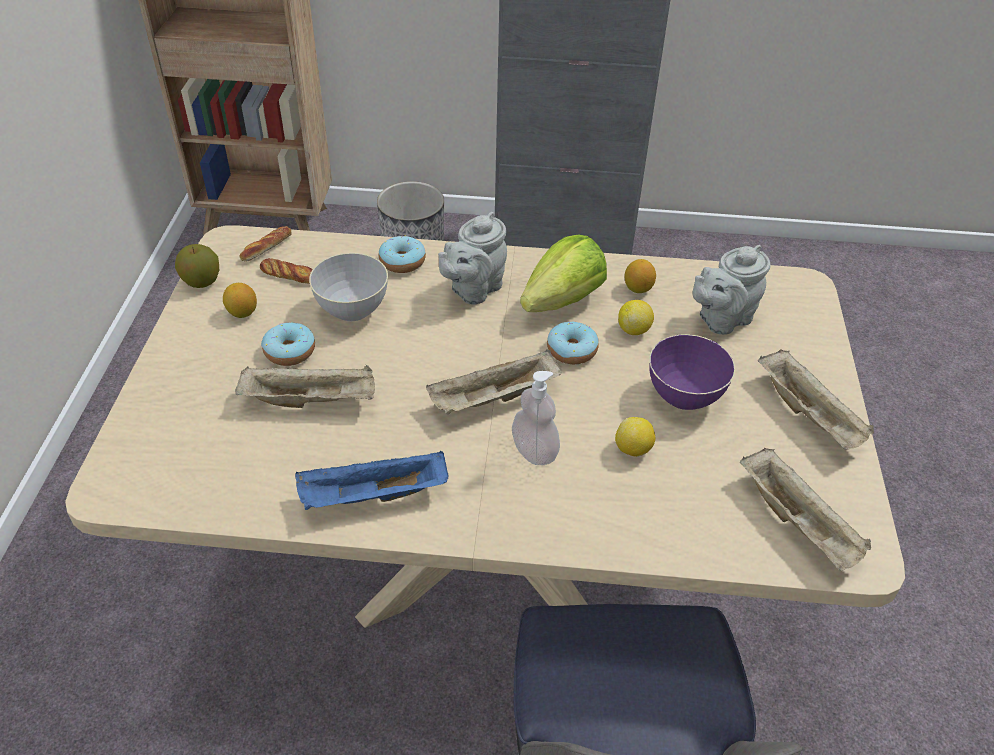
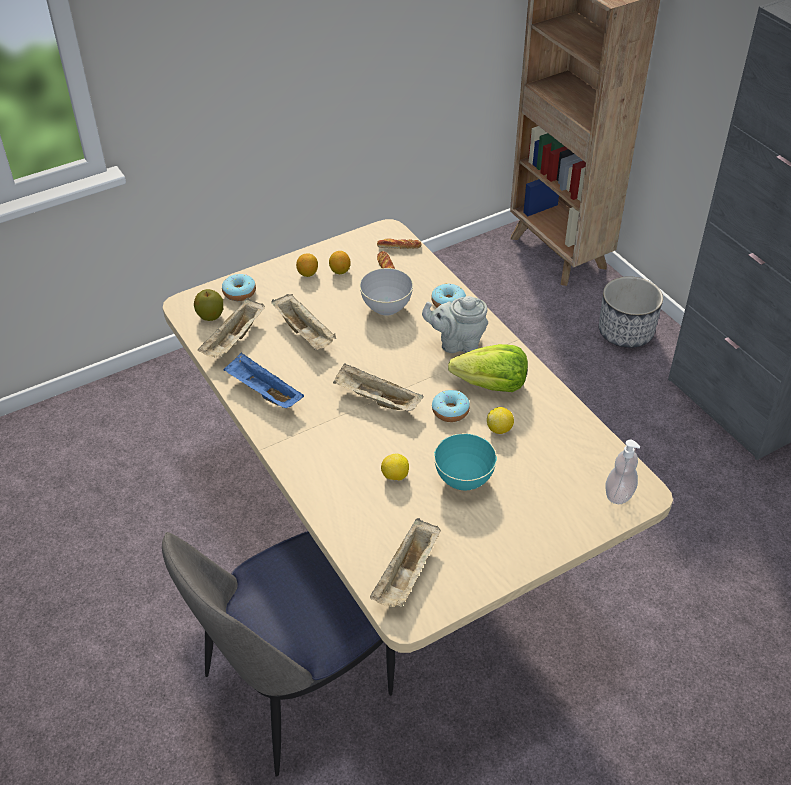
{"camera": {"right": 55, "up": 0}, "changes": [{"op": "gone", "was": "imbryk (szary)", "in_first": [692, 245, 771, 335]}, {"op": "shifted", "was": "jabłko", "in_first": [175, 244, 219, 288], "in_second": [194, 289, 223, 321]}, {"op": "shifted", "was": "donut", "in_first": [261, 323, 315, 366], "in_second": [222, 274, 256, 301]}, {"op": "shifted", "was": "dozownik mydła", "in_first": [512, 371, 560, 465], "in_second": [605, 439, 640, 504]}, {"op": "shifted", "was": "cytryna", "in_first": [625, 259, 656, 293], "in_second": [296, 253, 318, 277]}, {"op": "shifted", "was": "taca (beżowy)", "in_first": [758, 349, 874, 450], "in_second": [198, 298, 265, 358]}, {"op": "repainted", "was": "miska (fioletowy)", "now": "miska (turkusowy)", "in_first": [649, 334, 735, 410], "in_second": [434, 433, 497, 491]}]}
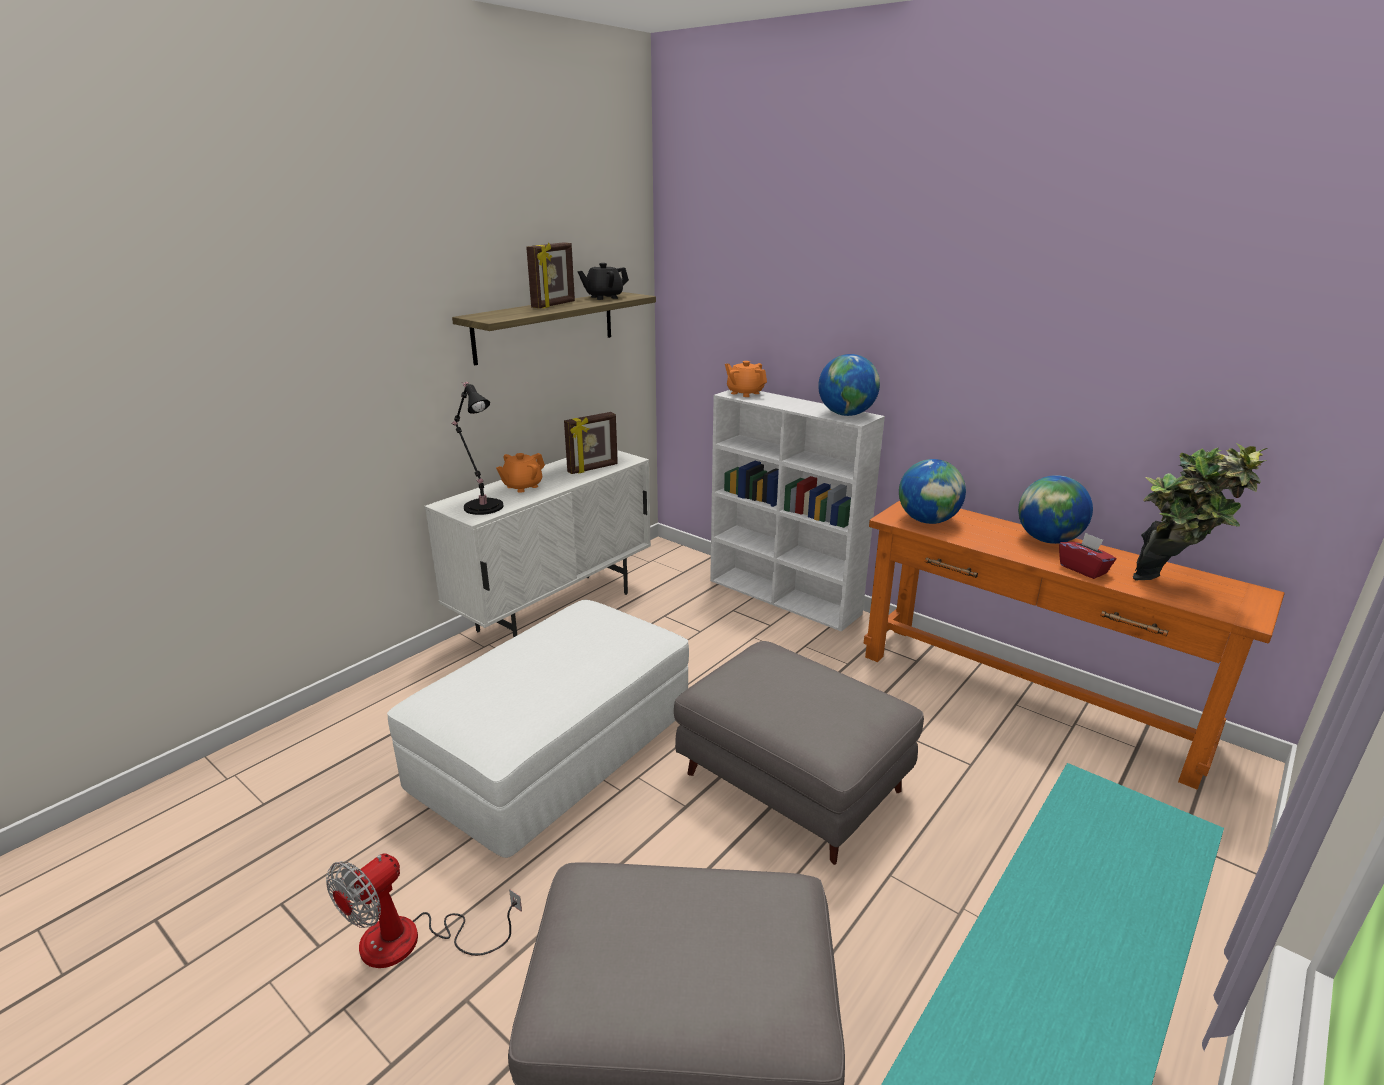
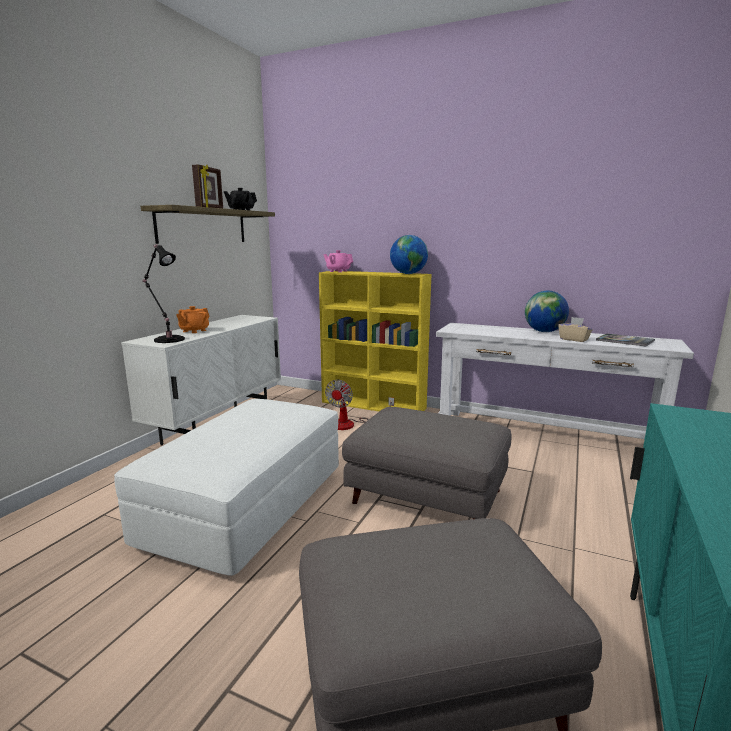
{"camera": {"right": -15, "up": -10}, "changes": [{"op": "gone", "was": "ramka na zdjęcie", "in_first": [564, 412, 618, 474]}, {"op": "gone", "was": "globus", "in_first": [899, 459, 966, 524]}, {"op": "shifted", "was": "wentylator", "in_first": [326, 853, 522, 968], "in_second": [325, 379, 394, 430]}, {"op": "swapped", "was": "roślina doniczkowa", "now": "książka", "in_first": [1133, 443, 1268, 580], "in_second": [596, 334, 655, 346]}, {"op": "repainted", "was": "regał (biały)", "now": "regał (żółty)", "in_first": [710, 390, 885, 631], "in_second": [319, 271, 431, 411]}, {"op": "repainted", "was": "imbryk (pomarańczowy)", "now": "imbryk (różowy)", "in_first": [725, 361, 767, 397], "in_second": [323, 250, 353, 272]}, {"op": "repainted", "was": "stolik konsolowy (pomarańczowy)", "now": "stolik konsolowy (biały)", "in_first": [864, 500, 1285, 789], "in_second": [436, 323, 694, 440]}, {"op": "repainted", "was": "pudełko chusteczek (czerwony)", "now": "pudełko chusteczek (beżowy)", "in_first": [1059, 532, 1116, 579], "in_second": [558, 317, 593, 342]}]}
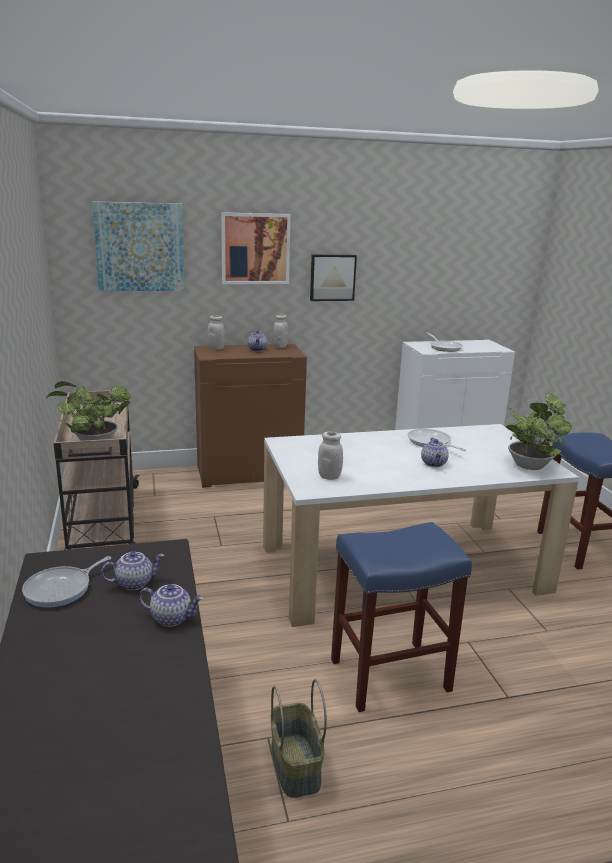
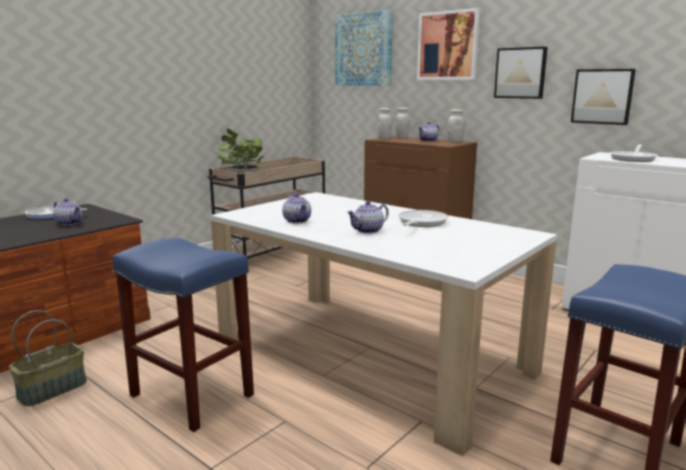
{"camera": {"right": 55, "up": -5}, "changes": [{"op": "gone", "was": "roślina doniczkowa", "in_first": [506, 393, 572, 470]}, {"op": "new", "now": "obraz", "in_second": [571, 69, 636, 125]}, {"op": "shifted", "was": "imbryk", "in_first": [139, 584, 203, 627], "in_second": [282, 193, 311, 224]}, {"op": "shifted", "was": "słoik (biały)", "in_first": [318, 432, 343, 480], "in_second": [377, 108, 392, 139]}]}
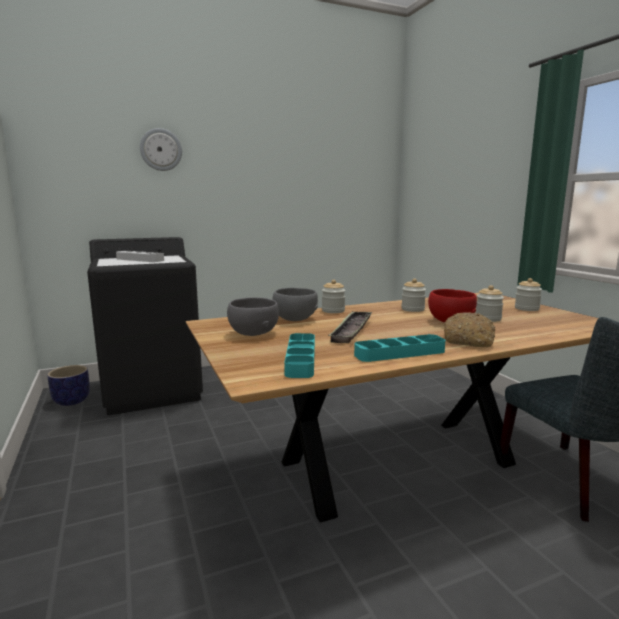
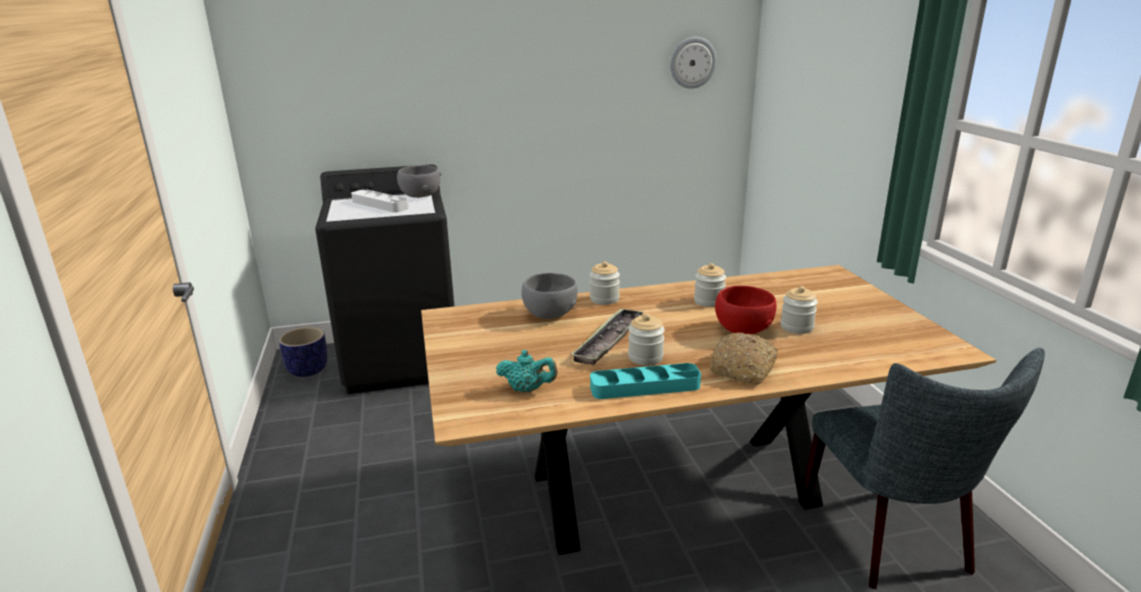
{"camera": {"right": 10, "up": 10}, "changes": [{"op": "shifted", "was": "zegar ścienny", "in_first": [140, 128, 182, 171], "in_second": [670, 37, 717, 89]}, {"op": "shifted", "was": "miska (szary)", "in_first": [227, 297, 279, 336], "in_second": [397, 165, 441, 198]}, {"op": "shifted", "was": "słoik", "in_first": [515, 278, 542, 311], "in_second": [628, 314, 665, 365]}, {"op": "swapped", "was": "taca (turkusowy)", "now": "imbryk (turkusowy)", "in_first": [284, 333, 315, 378], "in_second": [496, 350, 558, 392]}]}
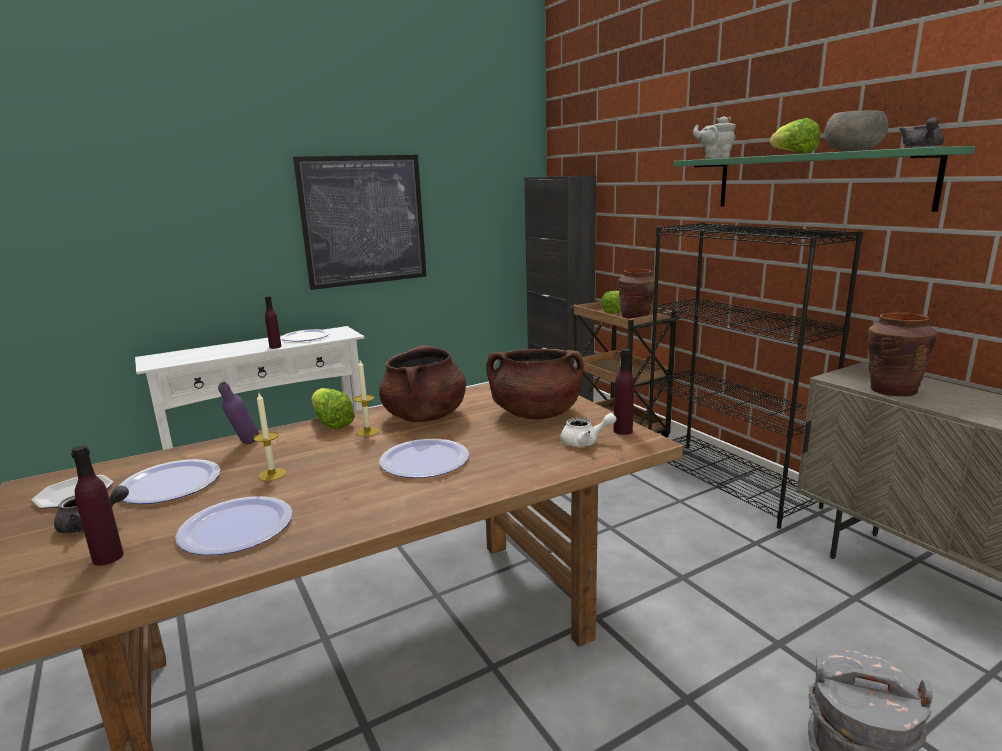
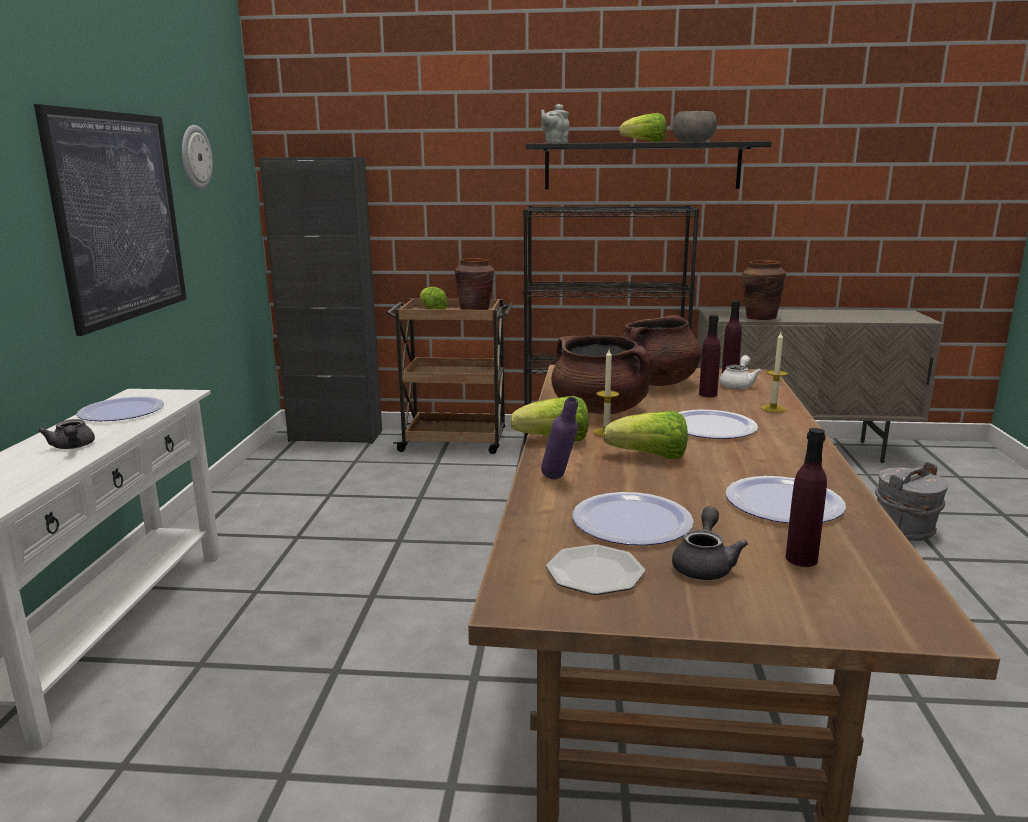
{"camera": {"right": -55, "up": 0}, "changes": [{"op": "new", "now": "zegar ścienny", "in_second": [182, 125, 213, 190]}, {"op": "new", "now": "sałata", "in_second": [603, 411, 688, 459]}, {"op": "shifted", "was": "świeca", "in_first": [254, 393, 286, 481], "in_second": [761, 332, 788, 413]}, {"op": "shifted", "was": "butelka (fioletowy)", "in_first": [265, 296, 282, 349], "in_second": [699, 315, 721, 397]}, {"op": "shifted", "was": "imbryk (szary)", "in_first": [899, 117, 944, 148], "in_second": [38, 419, 95, 449]}, {"op": "repainted", "was": "półka (zielony)", "now": "półka (czarny)", "in_first": [673, 146, 975, 212], "in_second": [526, 141, 771, 190]}]}
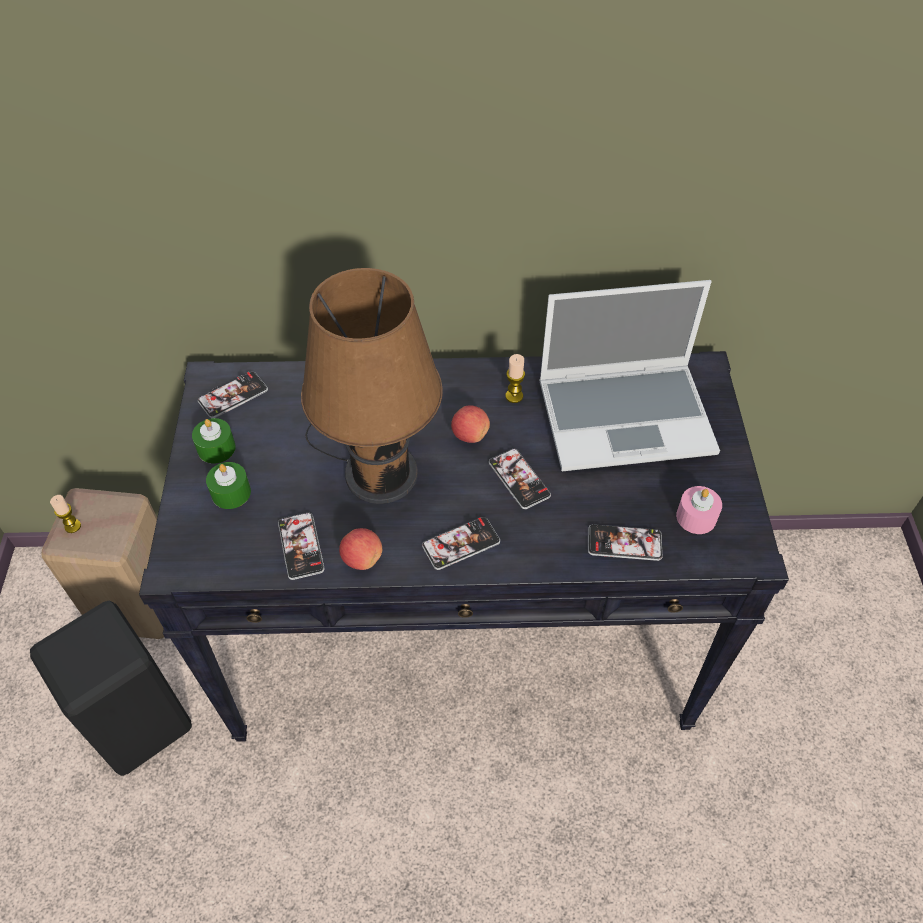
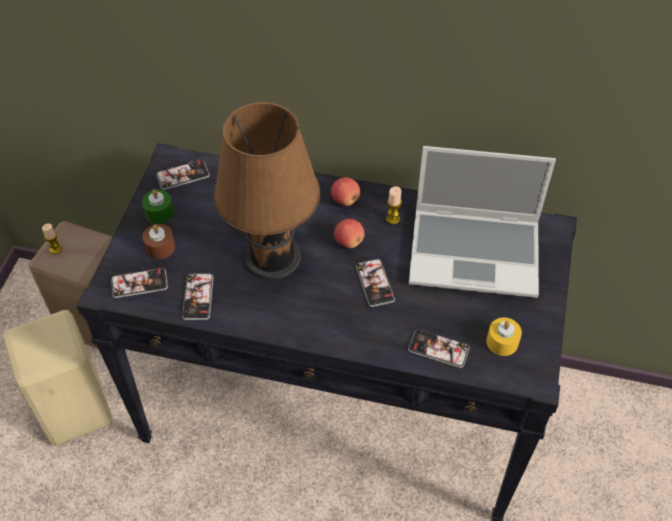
{"camera": {"right": 15, "up": 0}, "changes": [{"op": "shifted", "was": "jabłko", "in_first": [339, 528, 382, 570], "in_second": [331, 177, 360, 206]}, {"op": "shifted", "was": "telefon", "in_first": [422, 517, 500, 570], "in_second": [111, 268, 168, 298]}, {"op": "repainted", "was": "stołek (czarny)", "now": "stołek (beżowy)", "in_first": [30, 601, 192, 776], "in_second": [3, 310, 113, 446]}, {"op": "repainted", "was": "świeca (zielony)", "now": "świeca (brązowy)", "in_first": [206, 462, 251, 509], "in_second": [142, 224, 175, 259]}, {"op": "repainted", "was": "świeca (różowy)", "now": "świeca (żółty)", "in_first": [676, 486, 722, 534], "in_second": [486, 318, 522, 356]}]}
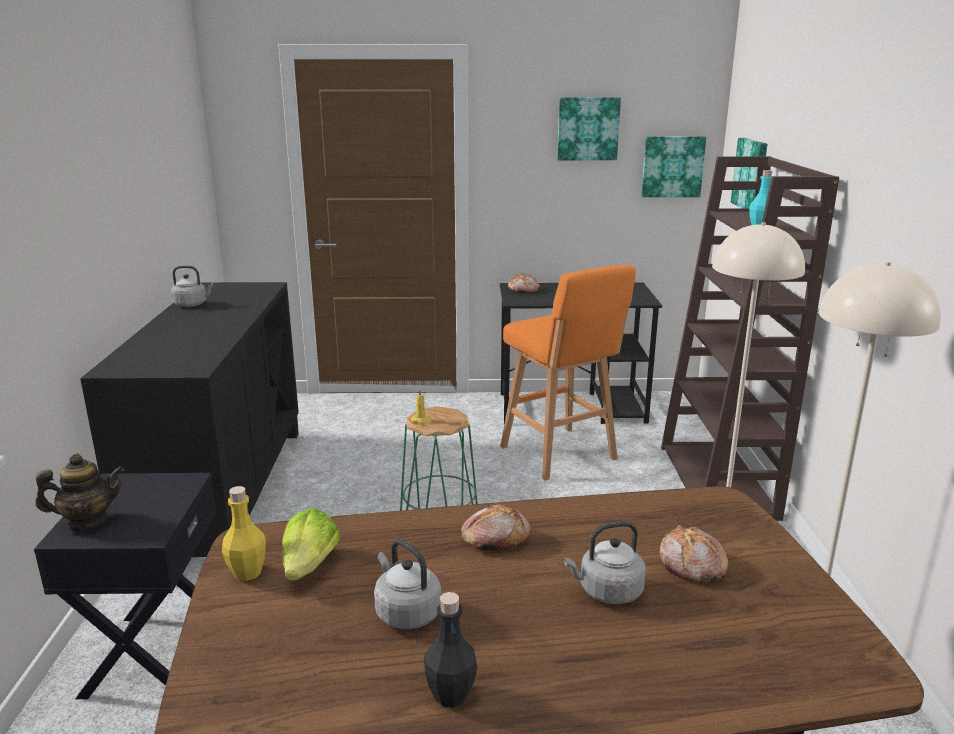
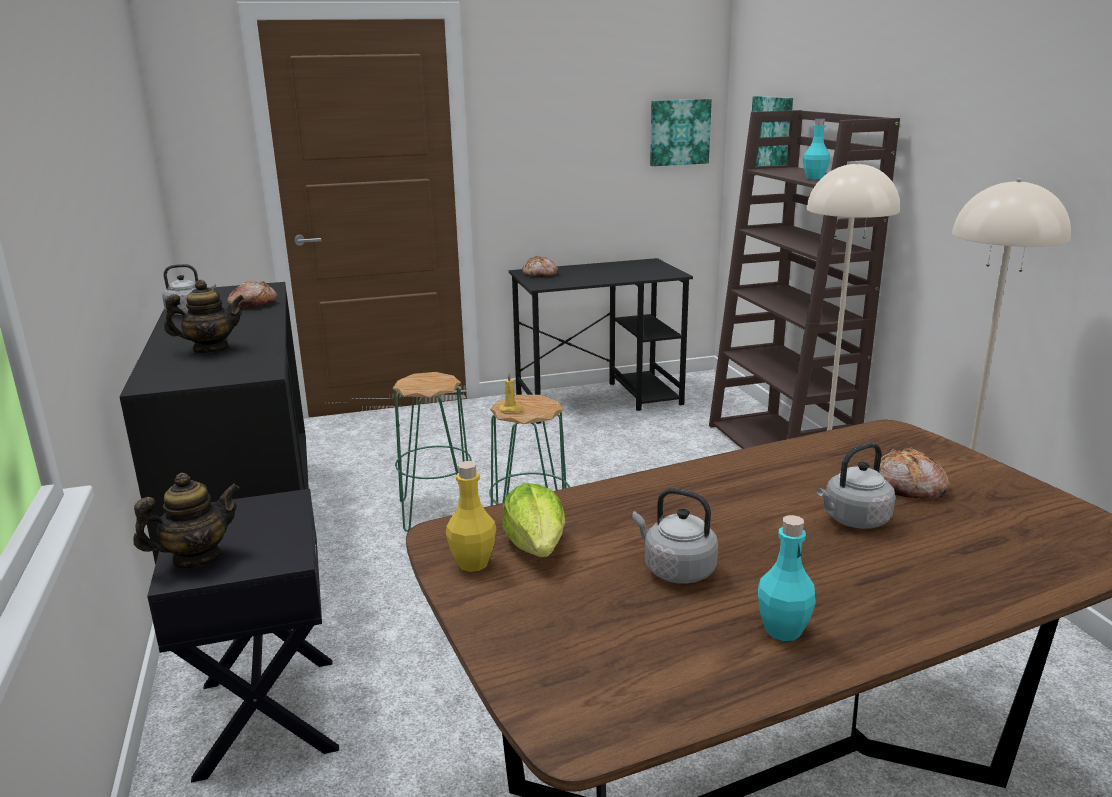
{"camera": {"right": -15, "up": 0}, "changes": [{"op": "gone", "was": "stołek (pomarańczowy)", "in_first": [500, 265, 636, 480]}, {"op": "gone", "was": "obraz", "in_first": [557, 97, 621, 160]}, {"op": "new", "now": "imbryk", "in_second": [164, 280, 244, 353]}, {"op": "new", "now": "stołek (zielony)", "in_second": [392, 372, 471, 532]}, {"op": "shifted", "was": "chleb", "in_first": [460, 505, 531, 551], "in_second": [227, 281, 277, 307]}, {"op": "repainted", "was": "butelka (czarny)", "now": "butelka (turkusowy)", "in_first": [424, 592, 477, 708], "in_second": [758, 515, 816, 641]}]}
